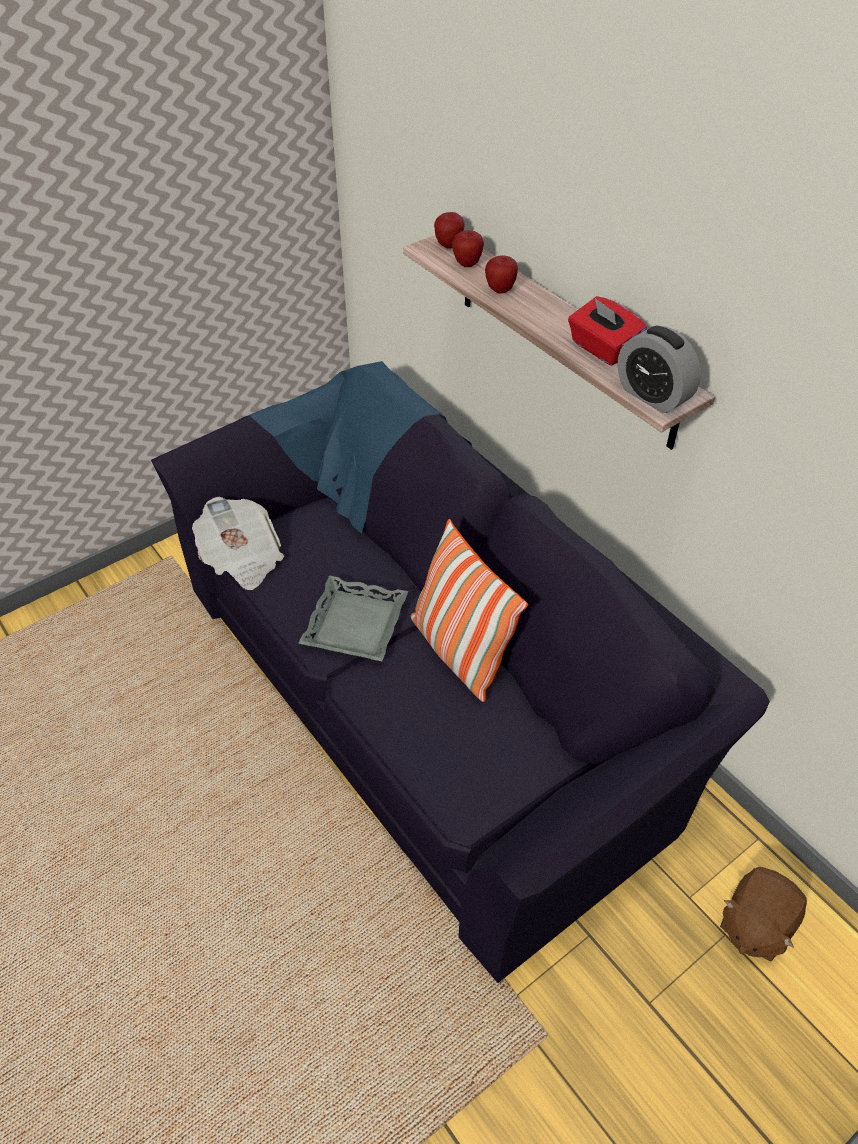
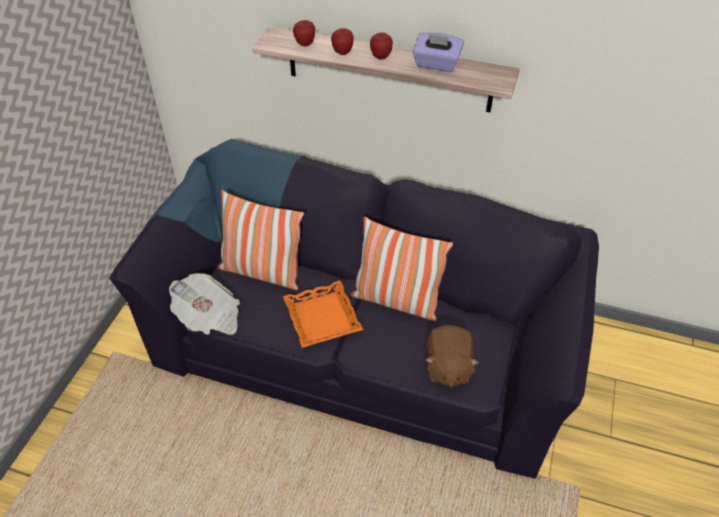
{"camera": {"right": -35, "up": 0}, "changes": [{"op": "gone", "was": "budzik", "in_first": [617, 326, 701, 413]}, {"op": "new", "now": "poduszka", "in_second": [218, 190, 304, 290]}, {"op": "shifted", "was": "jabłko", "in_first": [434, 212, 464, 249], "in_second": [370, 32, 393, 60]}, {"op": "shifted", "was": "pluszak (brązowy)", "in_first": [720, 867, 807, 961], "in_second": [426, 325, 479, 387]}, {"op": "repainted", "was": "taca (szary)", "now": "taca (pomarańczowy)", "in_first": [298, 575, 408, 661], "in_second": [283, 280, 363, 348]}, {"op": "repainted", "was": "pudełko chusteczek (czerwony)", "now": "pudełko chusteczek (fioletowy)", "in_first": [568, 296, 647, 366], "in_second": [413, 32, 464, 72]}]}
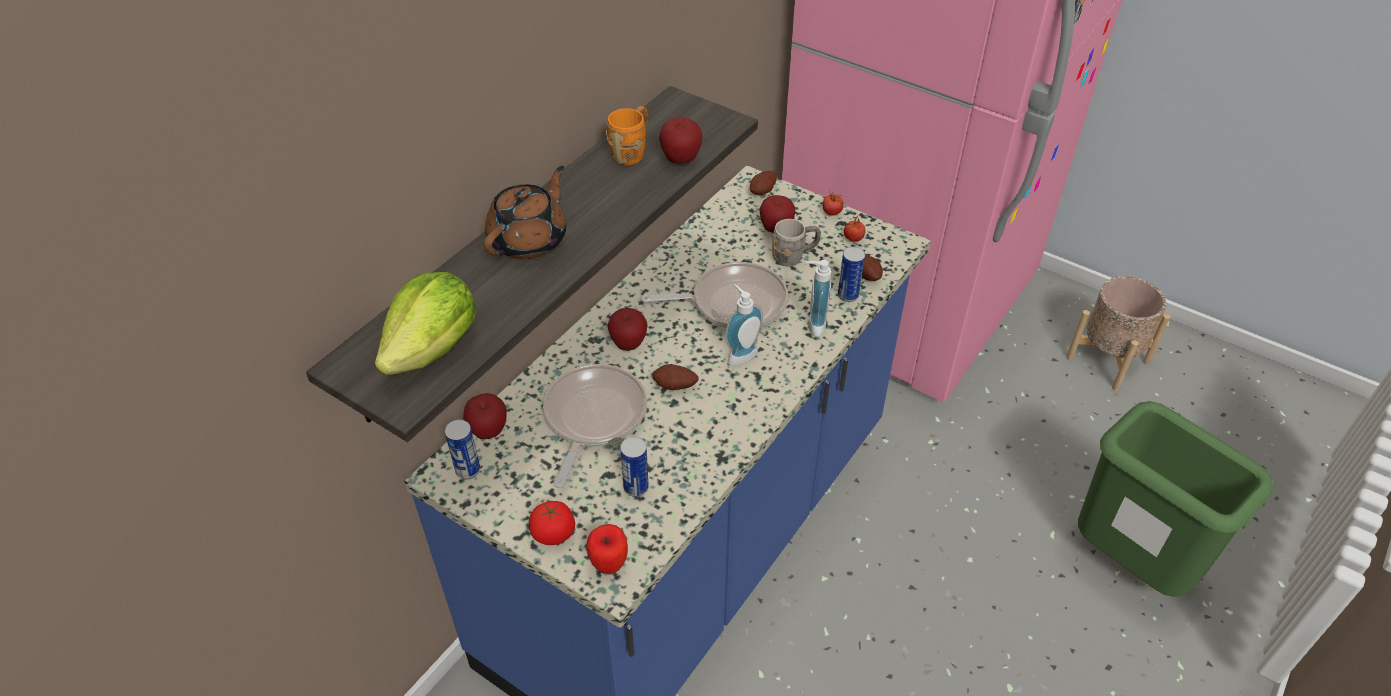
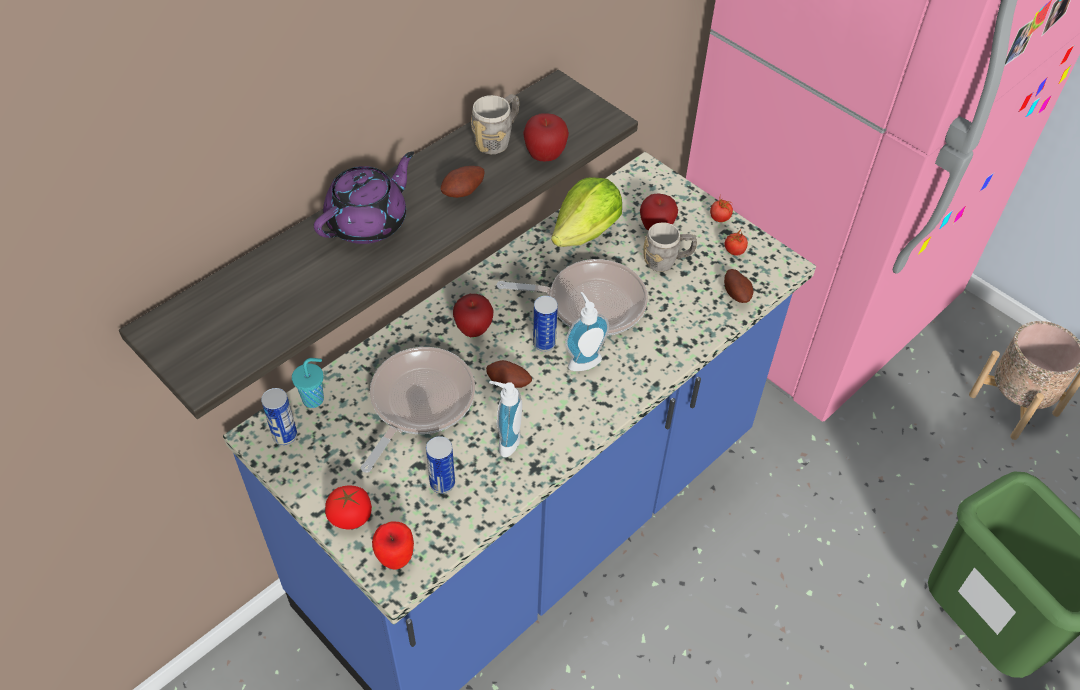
{"camera": {"right": 10, "up": 5}, "changes": [{"op": "shifted", "was": "sałata", "in_first": [375, 272, 476, 375], "in_second": [551, 177, 622, 247]}, {"op": "shifted", "was": "ziemniak", "in_first": [750, 171, 777, 195], "in_second": [441, 166, 485, 198]}, {"op": "shifted", "was": "dozownik mydła", "in_first": [806, 260, 831, 337], "in_second": [489, 381, 522, 457]}, {"op": "shifted", "was": "puszka", "in_first": [838, 247, 865, 302], "in_second": [533, 296, 558, 352]}, {"op": "swapped", "was": "jabłko", "now": "filiżanka (turkusowy)", "in_first": [463, 393, 507, 439], "in_second": [292, 358, 324, 408]}, {"op": "repainted", "was": "imbryk (brązowy)", "now": "imbryk (fioletowy)", "in_first": [483, 166, 566, 259], "in_second": [314, 151, 414, 244]}, {"op": "repainted", "was": "kubek (pomarańczowy)", "now": "kubek (szary)", "in_first": [606, 106, 648, 165], "in_second": [471, 94, 519, 154]}]}
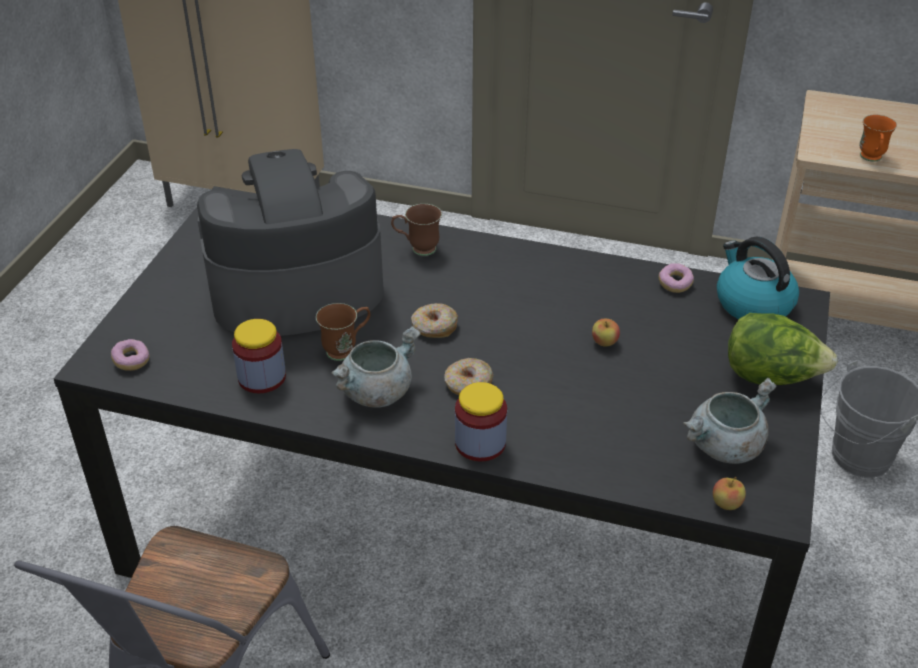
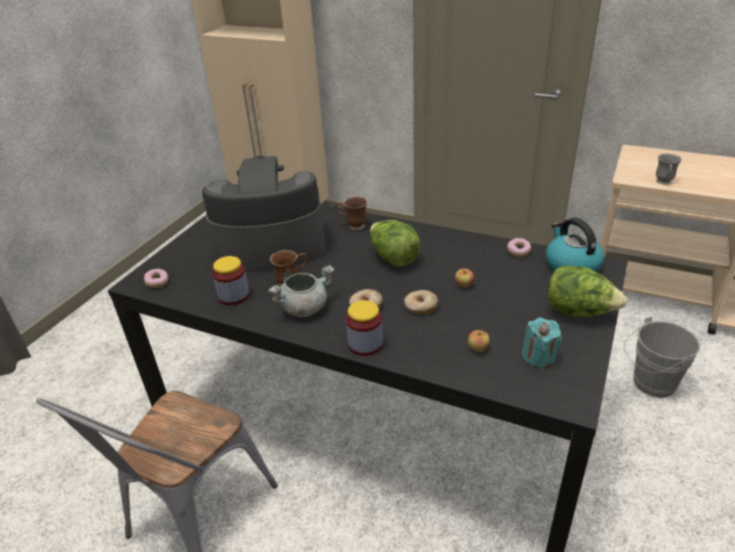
{"camera": {"right": 10, "up": -5}, "changes": [{"op": "new", "now": "sałata", "in_second": [370, 220, 420, 267]}, {"op": "shifted", "was": "donut", "in_first": [411, 303, 458, 338], "in_second": [404, 290, 438, 315]}, {"op": "shifted", "was": "jabłko", "in_first": [713, 476, 746, 510], "in_second": [468, 329, 490, 352]}, {"op": "swapped", "was": "garnek (szary)", "now": "świeca (turkusowy)", "in_first": [683, 378, 776, 464], "in_second": [522, 317, 562, 368]}, {"op": "repainted", "was": "kubek (pomarańczowy)", "now": "kubek (szary)", "in_first": [860, 114, 897, 162], "in_second": [656, 153, 682, 185]}]}
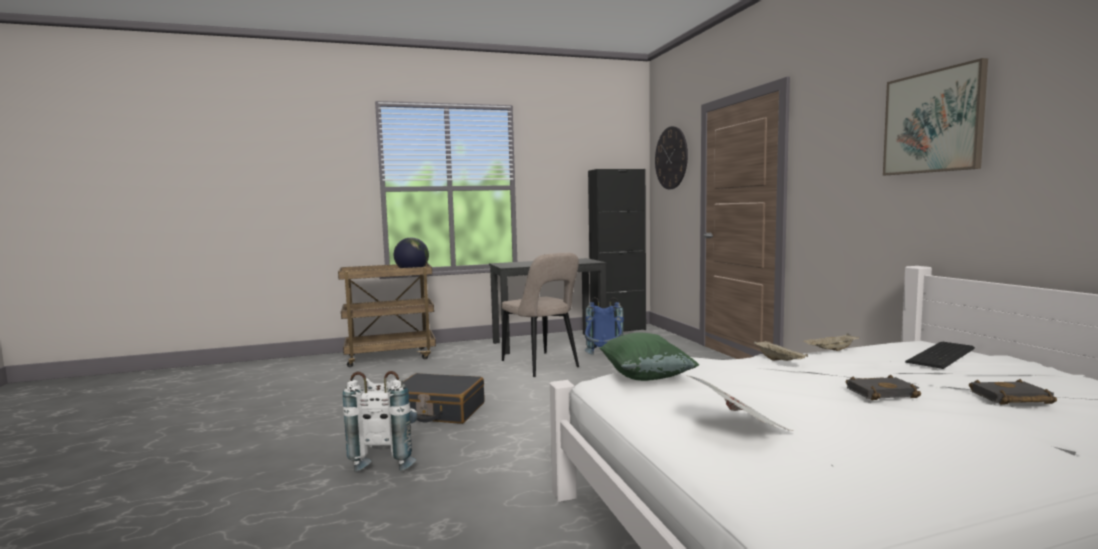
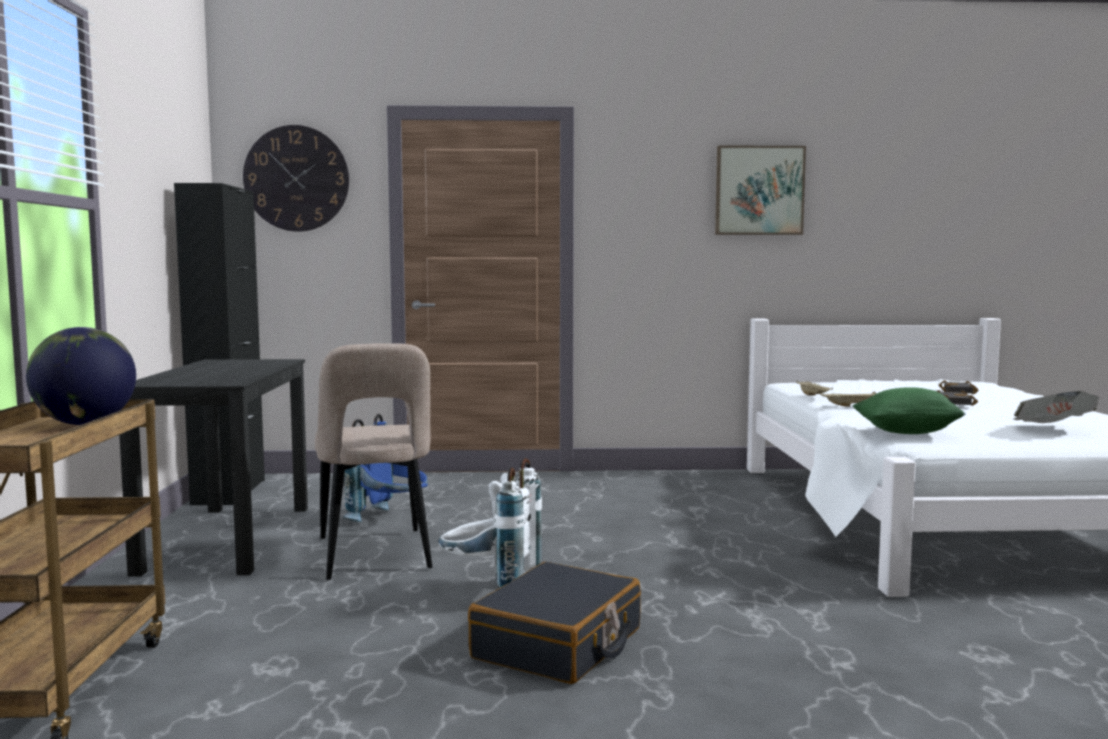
{"camera": {"right": -75, "up": 0}, "changes": [{"op": "gone", "was": "klawiatura", "in_first": [905, 342, 975, 369]}, {"op": "shifted", "was": "plecak (biały)", "in_first": [343, 371, 418, 472], "in_second": [438, 458, 542, 588]}, {"op": "rotated", "was": "krzesło (beżowy)", "in_first": [502, 253, 579, 377], "in_second": [315, 343, 432, 580], "clockwise": 90}]}
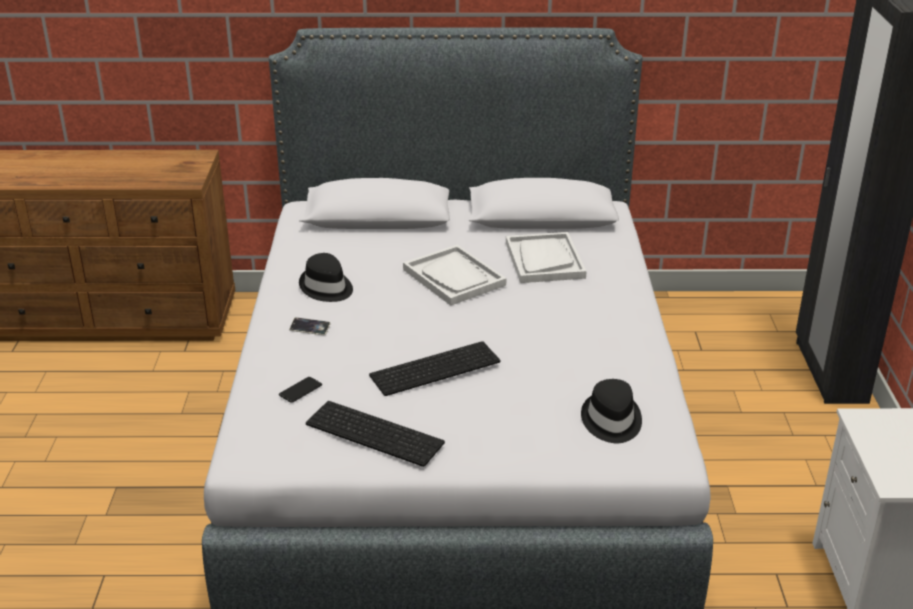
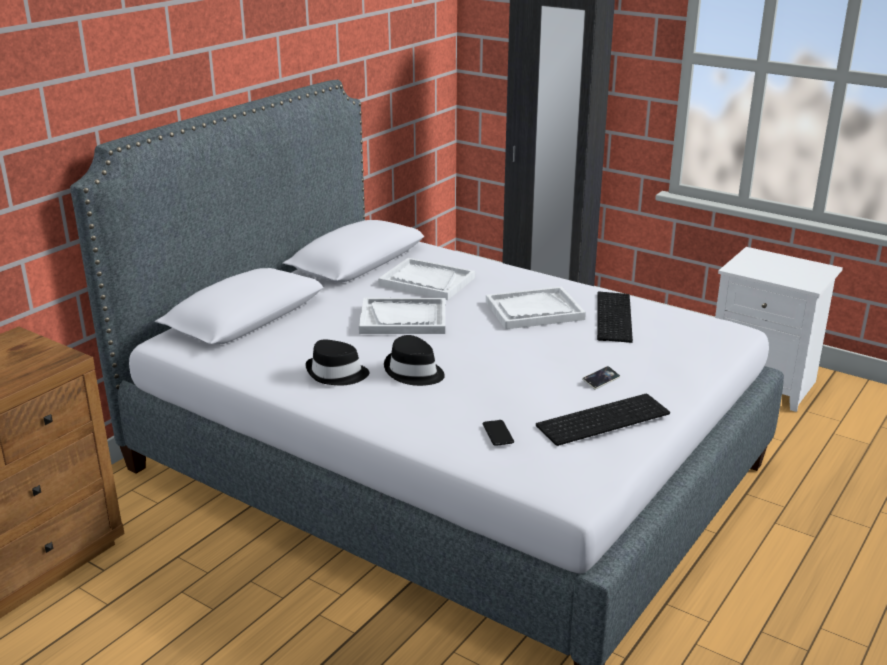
{"camera": {"right": -55, "up": -5}, "changes": [{"op": "new", "now": "taca (biały)", "in_second": [486, 287, 586, 329]}, {"op": "shifted", "was": "telefon", "in_first": [289, 317, 330, 335], "in_second": [582, 366, 620, 389]}, {"op": "shifted", "was": "klawiatura", "in_first": [369, 341, 500, 396], "in_second": [597, 291, 633, 343]}, {"op": "shifted", "was": "kapelusz (czarny)", "in_first": [581, 379, 642, 443], "in_second": [384, 335, 445, 386]}]}
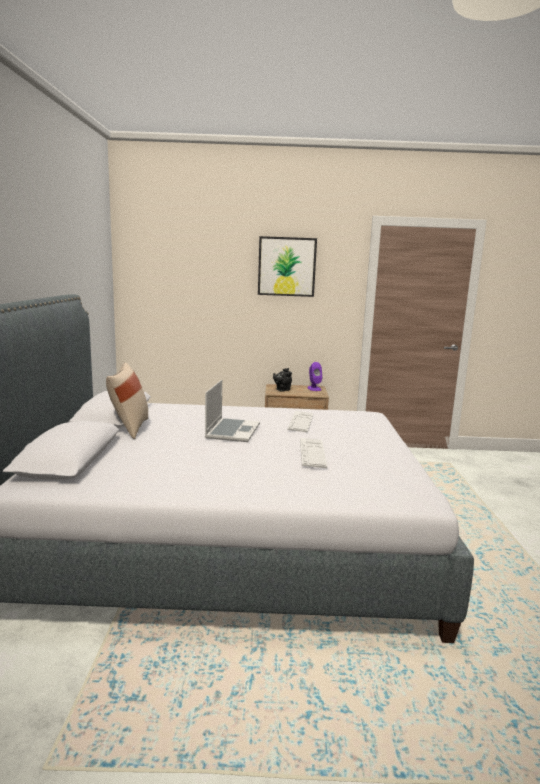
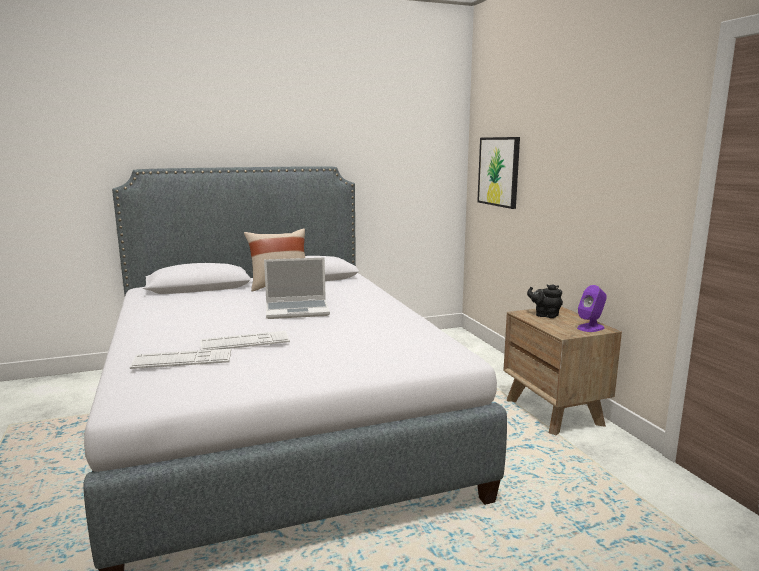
{"camera": {"right": 70, "up": 0}, "changes": [{"op": "shifted", "was": "obraz", "in_first": [258, 236, 317, 297], "in_second": [477, 137, 520, 209]}, {"op": "shifted", "was": "klawiatura", "in_first": [287, 411, 314, 433], "in_second": [130, 349, 231, 369]}]}
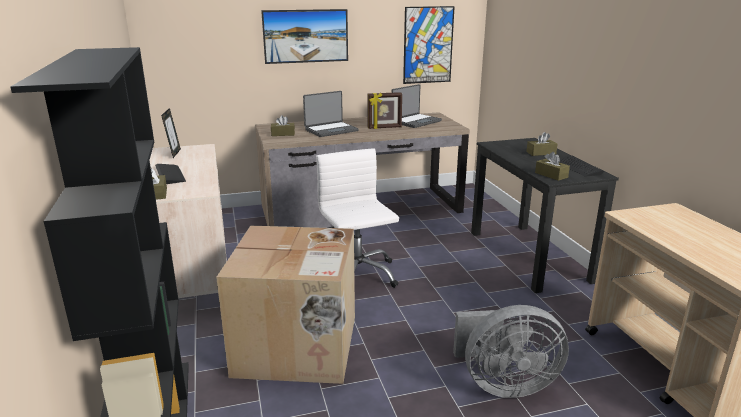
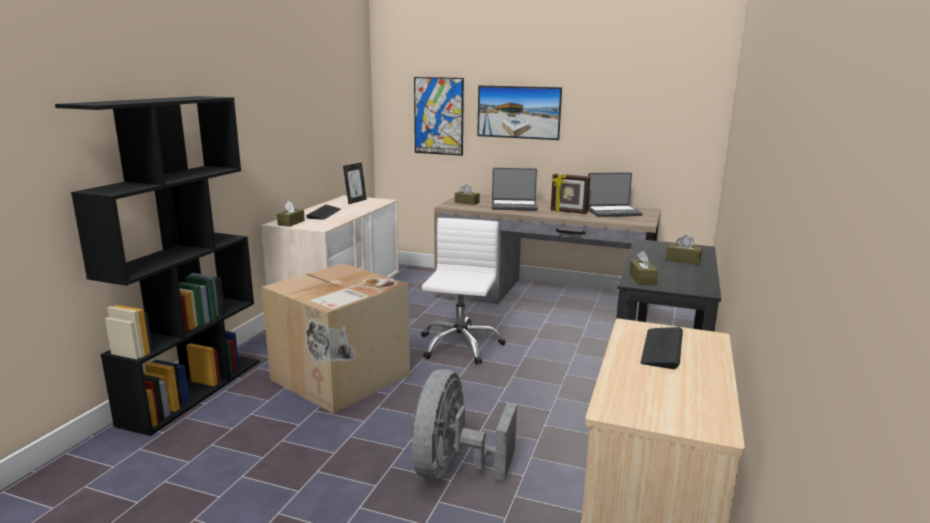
{"camera": {"right": 35, "up": -5}, "changes": [{"op": "shifted", "was": "obraz", "in_first": [403, 6, 455, 84], "in_second": [414, 77, 464, 156]}, {"op": "shifted", "was": "klawiatura", "in_first": [559, 155, 604, 177], "in_second": [640, 327, 683, 369]}, {"op": "rotated", "was": "wentylator (szary)", "in_first": [453, 305, 569, 398], "in_second": [412, 369, 517, 481], "clockwise": 75}]}
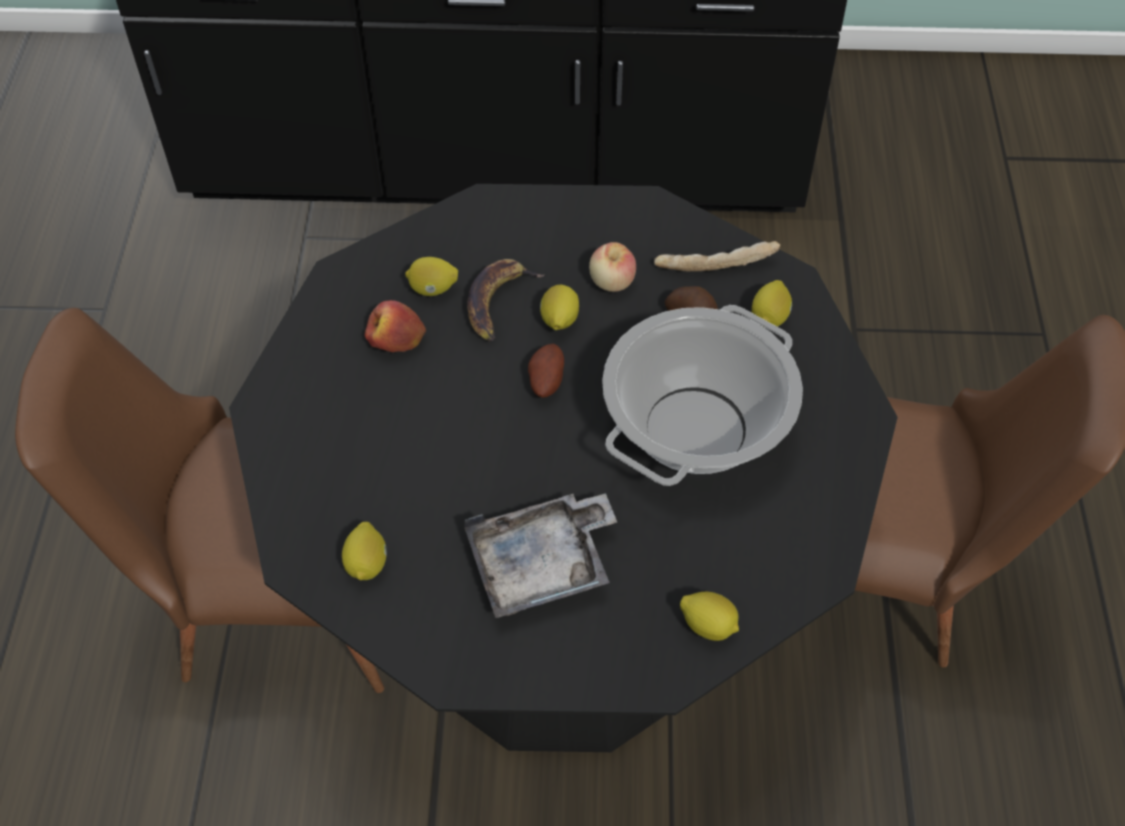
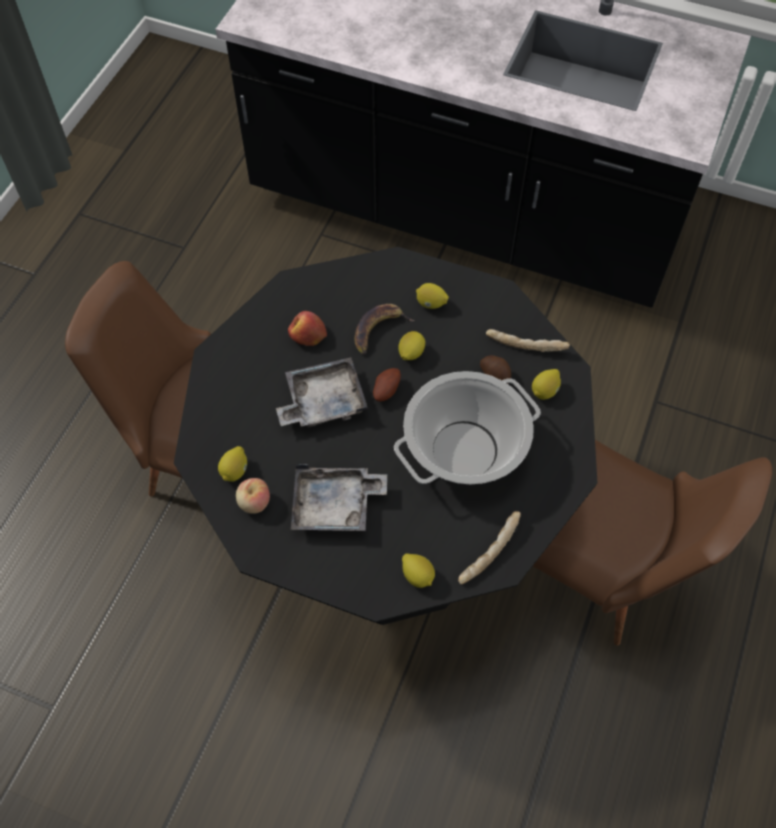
{"camera": {"right": 20, "up": 5}, "changes": [{"op": "new", "now": "taca (szary)", "in_second": [276, 358, 368, 427]}, {"op": "new", "now": "chleb", "in_second": [458, 511, 521, 584]}, {"op": "shifted", "was": "cytryna", "in_first": [405, 257, 458, 296], "in_second": [416, 283, 449, 309]}, {"op": "shifted", "was": "jabłko", "in_first": [589, 242, 636, 292], "in_second": [236, 478, 270, 514]}]}
